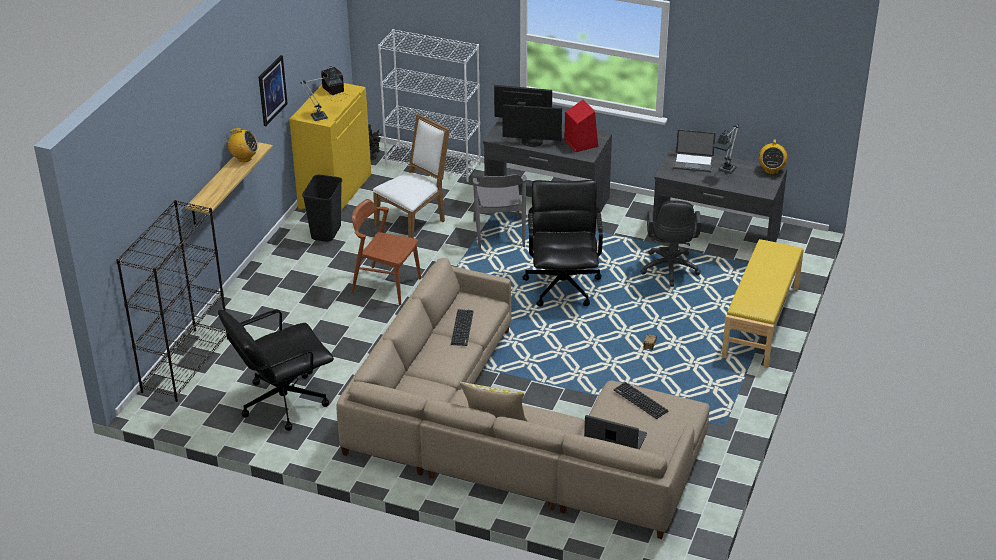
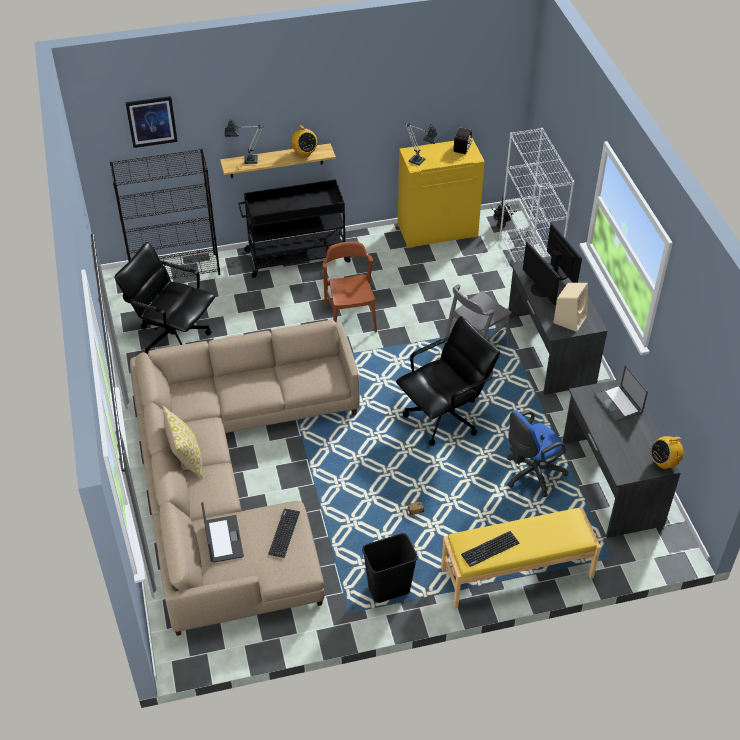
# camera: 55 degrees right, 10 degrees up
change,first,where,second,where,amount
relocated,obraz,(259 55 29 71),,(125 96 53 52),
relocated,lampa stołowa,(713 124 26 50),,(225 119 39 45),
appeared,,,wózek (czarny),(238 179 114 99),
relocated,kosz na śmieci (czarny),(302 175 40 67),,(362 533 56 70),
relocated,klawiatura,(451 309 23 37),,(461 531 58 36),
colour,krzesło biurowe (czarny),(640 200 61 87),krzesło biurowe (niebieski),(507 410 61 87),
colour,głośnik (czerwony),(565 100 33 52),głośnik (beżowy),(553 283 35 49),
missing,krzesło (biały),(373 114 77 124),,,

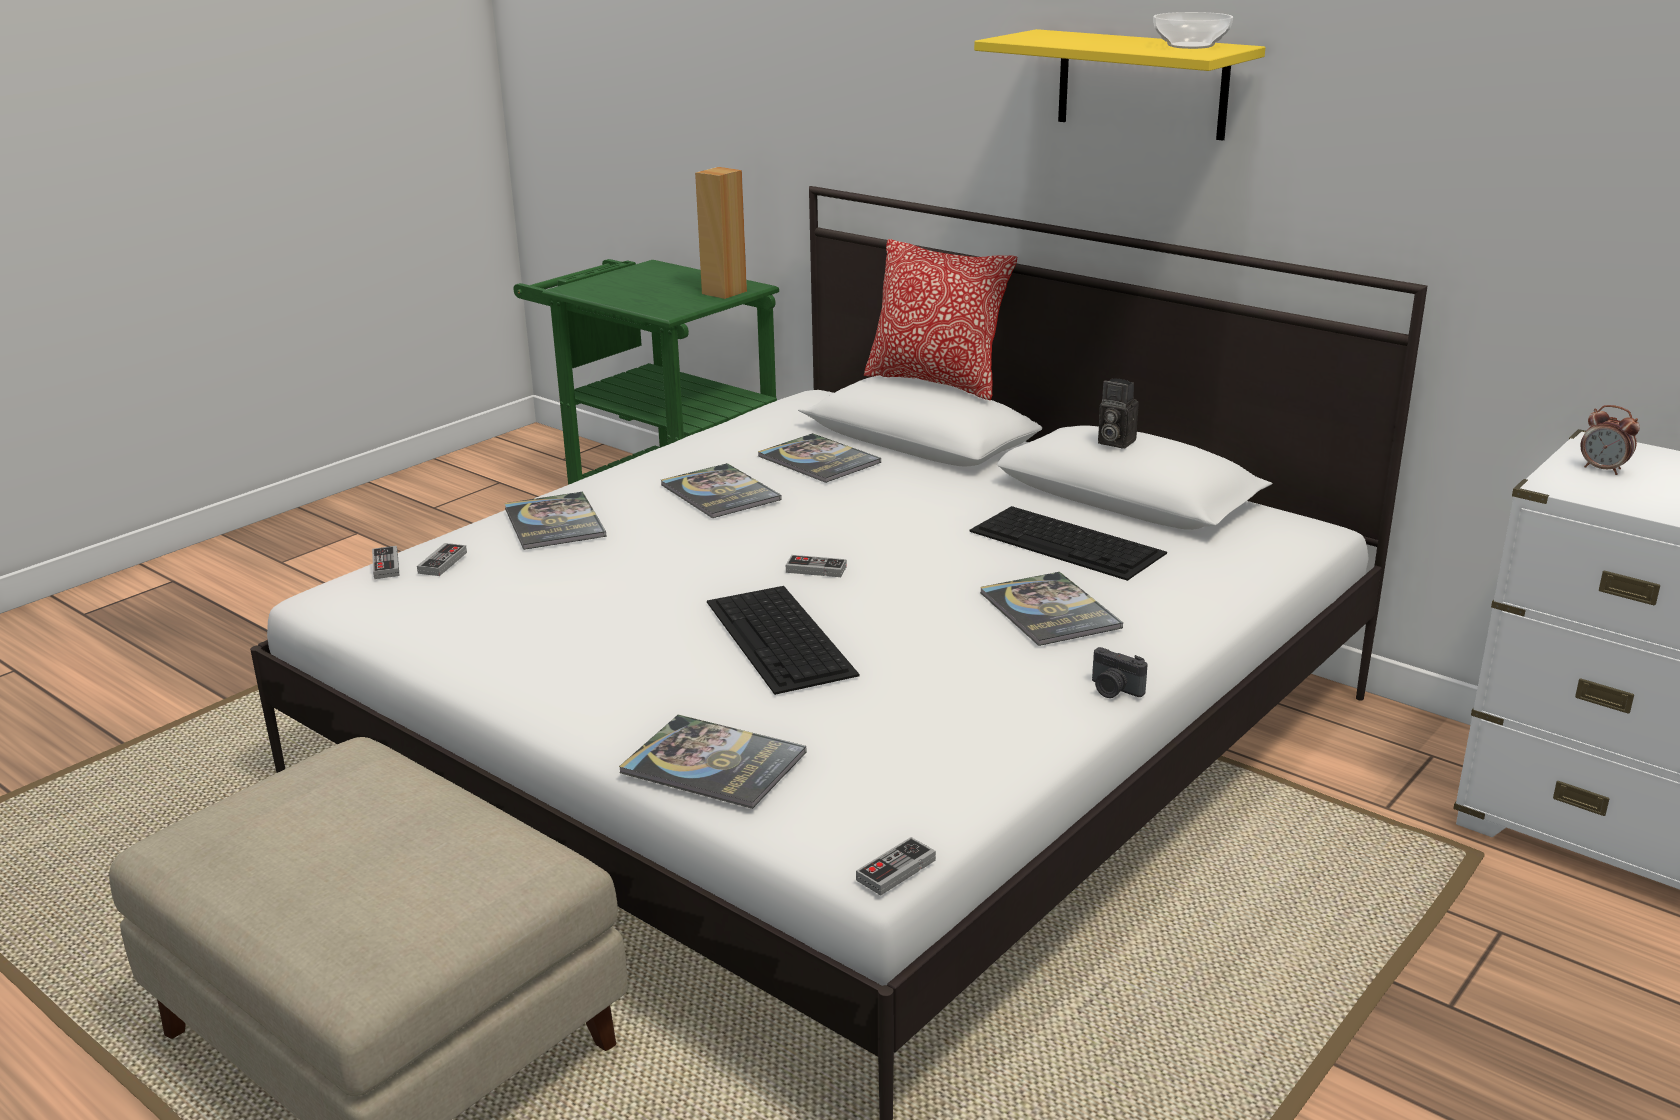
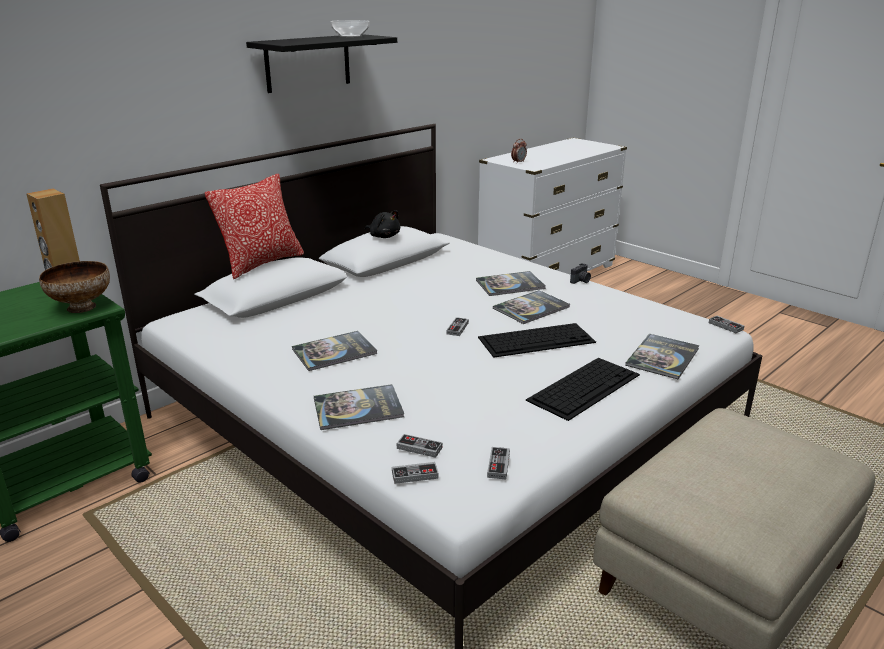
# camera: 85 degrees left, 0 degrees up
change,first,where,second,where,amount
appeared,,,miska,(39 261 71 52),
colour,półka (żółty),(974 29 291 112),półka (czarny),(246 34 151 59),
exchanged,aparat fotograficzny,(1098 379 41 70),pluszak (czarny),(365 210 35 28),
appeared,,,pad do gier,(487 447 23 32),
relocated,książka,(758 433 123 50),,(493 290 77 34),
relocated,klawiatura,(969 506 198 75),,(526 358 114 63),

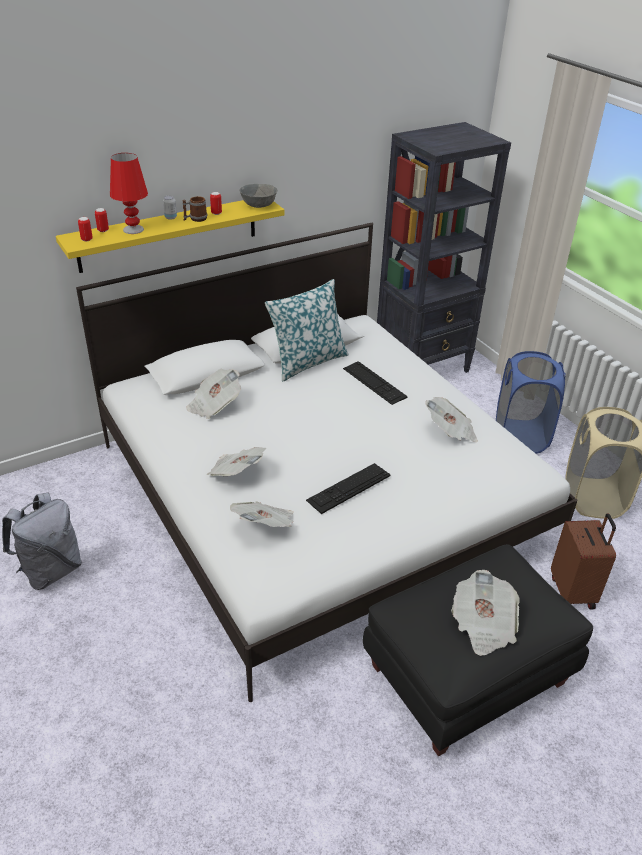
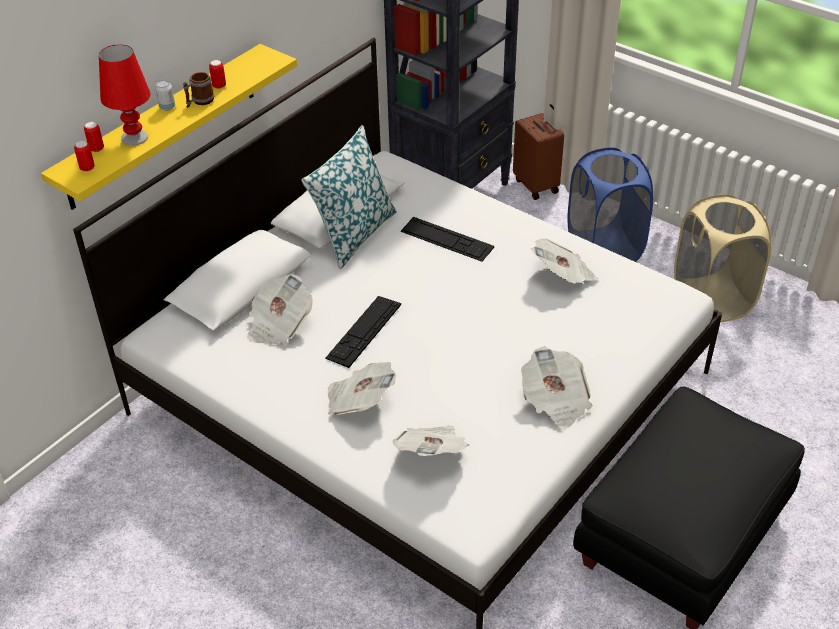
# camera: 20 degrees left, 5 degrees up
change,first,where,second,where,amount
relocated,klawiatura,(306 463 85 51),,(325 296 76 72),
relocated,walizka (brązowy),(551 514 65 96),,(513 104 51 96),
relocated,gazeta,(451 570 69 86),,(521 346 72 84),
missing,plecak (szary),(2 493 80 97),,,
missing,miska (szary),(240 184 37 24),,,

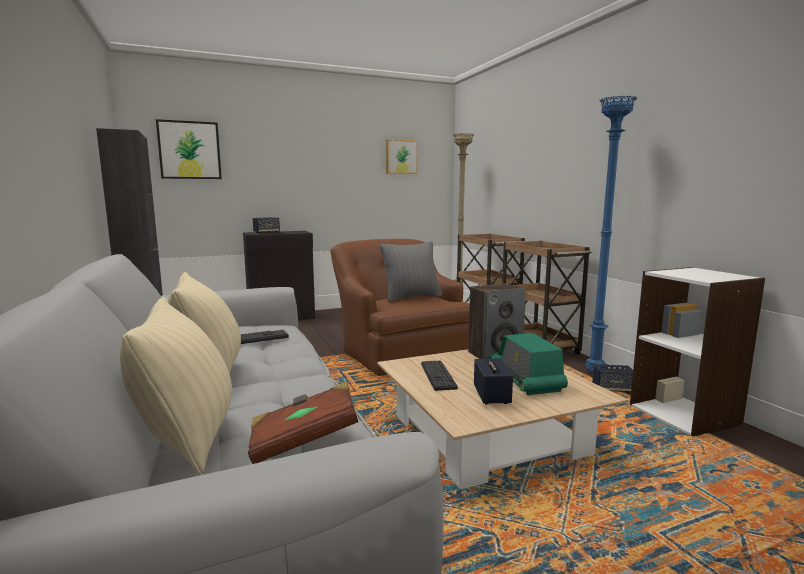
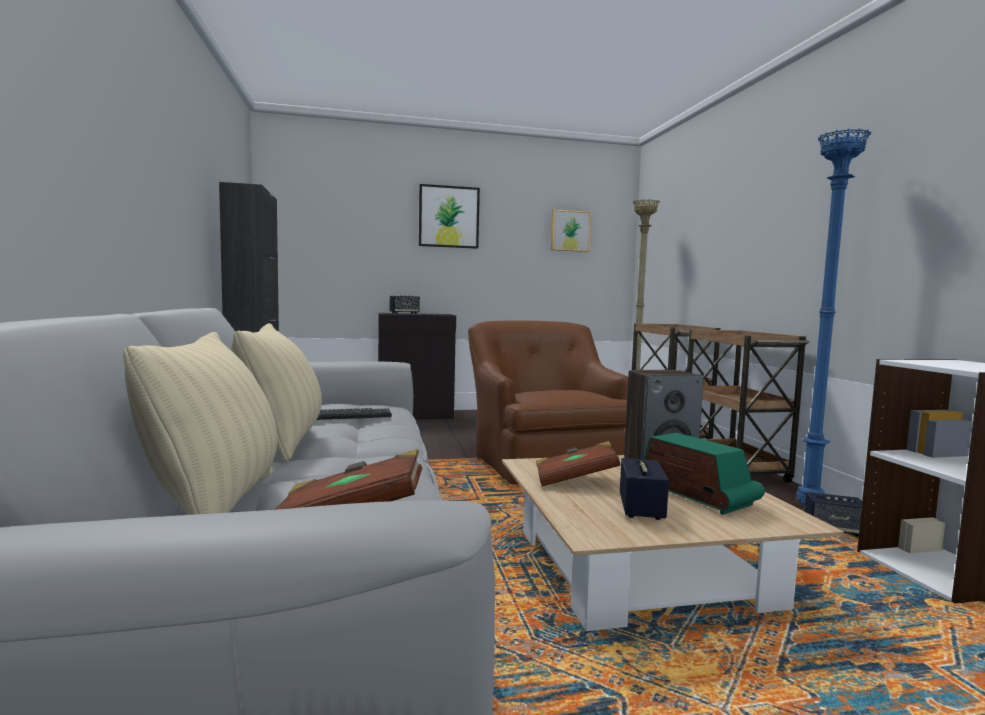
# camera: 10 degrees right, 5 degrees down
change,first,where,second,where,amount
relocated,obraz,(156 119 66 60),,(419 184 61 65),
exchanged,klawiatura,(421 360 37 31),książka (brązowy),(536 441 85 45),
spun,radio,(489 333 79 62),,(644 433 121 82),150 degrees clockwise
missing,poduszka (szary),(380 241 62 61),,,

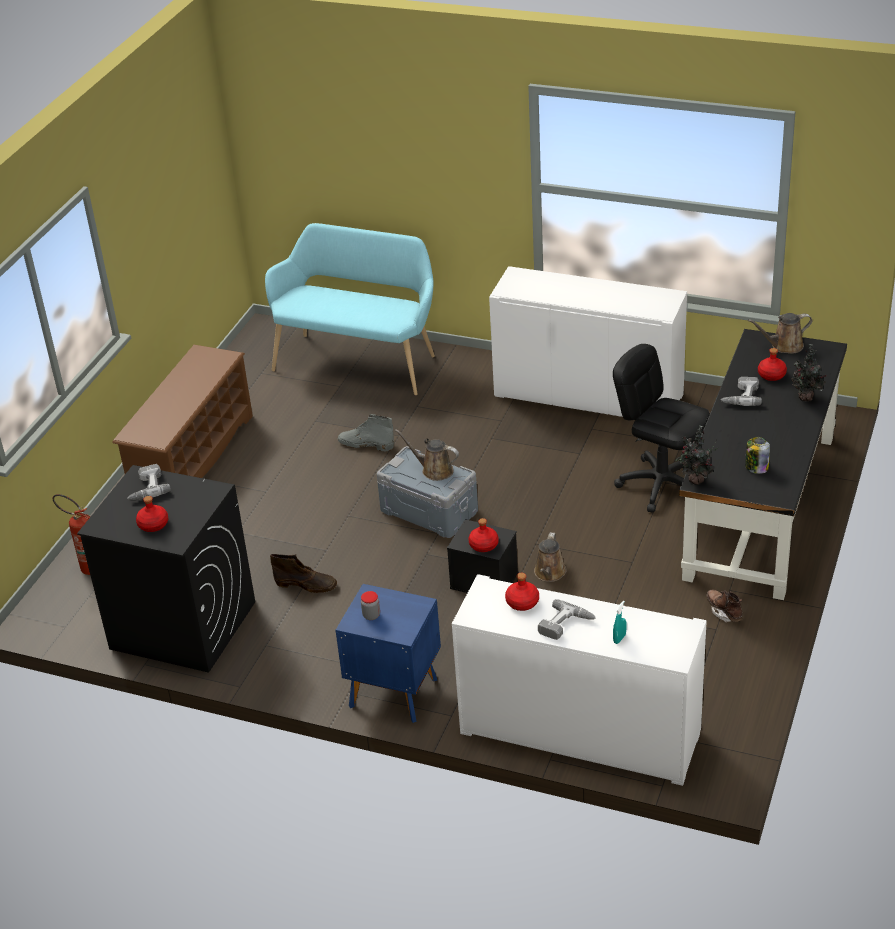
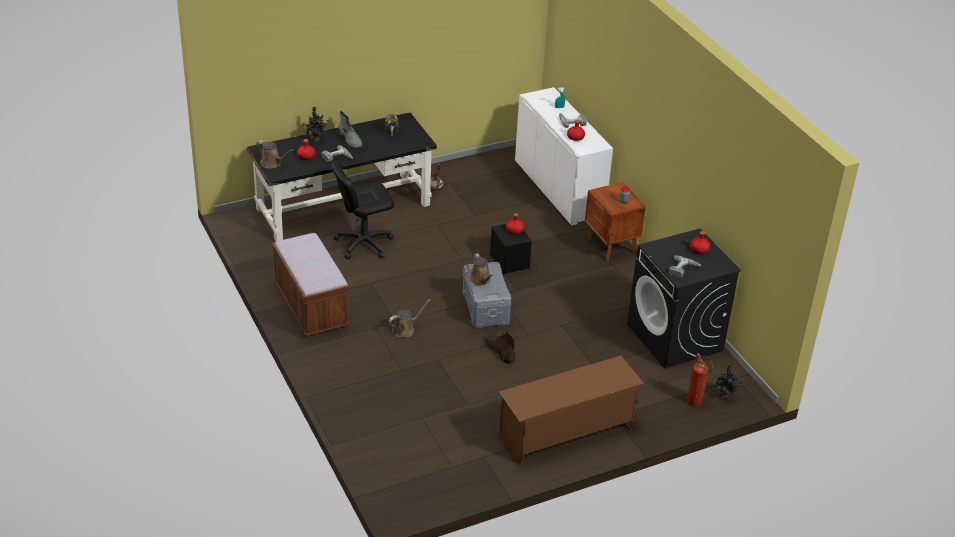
# camera: 140 degrees left, 0 degrees up
change,first,where,second,where,amount
exchanged,szafka (biały),(489 266 198 151),ławka (brązowy),(272 233 77 104),
spun,krzesło biurowe (czarny),(613 344 97 169),,(331 161 63 98),75 degrees clockwise
relocated,but z cholewką (szary),(338 414 56 37),,(339 111 23 37),
relocated,konewka (brązowy),(534 532 33 50),,(389 299 41 38),
relocated,but z cholewką (brązowy),(270 554 67 39),,(485 332 30 32),
colour,szafka nocna (niebieski),(335 584 106 139),szafka nocna (brązowy),(585 182 61 81),
relocated,roślina doniczkowa,(675 425 42 60),,(714 363 30 37),
missing,ławka (turkusowy),(265 223 170 172),,,

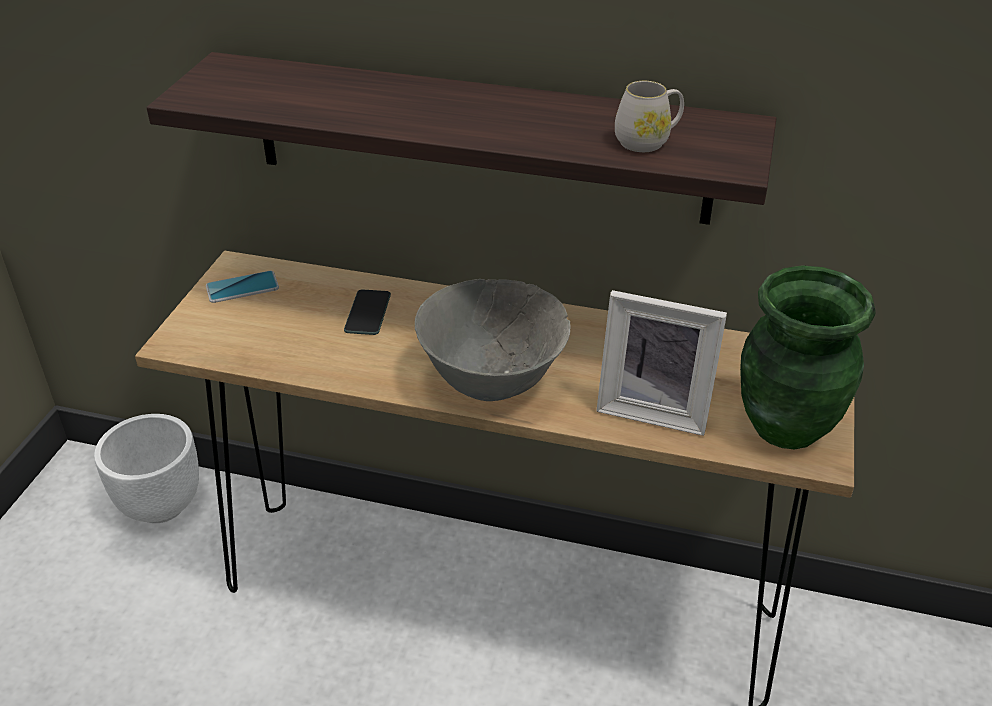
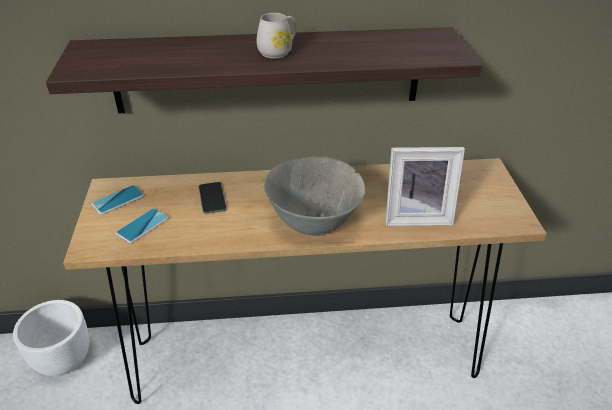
# camera: 20 degrees left, 0 degrees up
change,first,where,second,where,amount
appeared,,,telefon,(116 208 53 35),
relocated,kubek (biały),(615 81 69 71),,(257 13 39 45),
missing,wazon (zielony),(740 265 136 184),,,

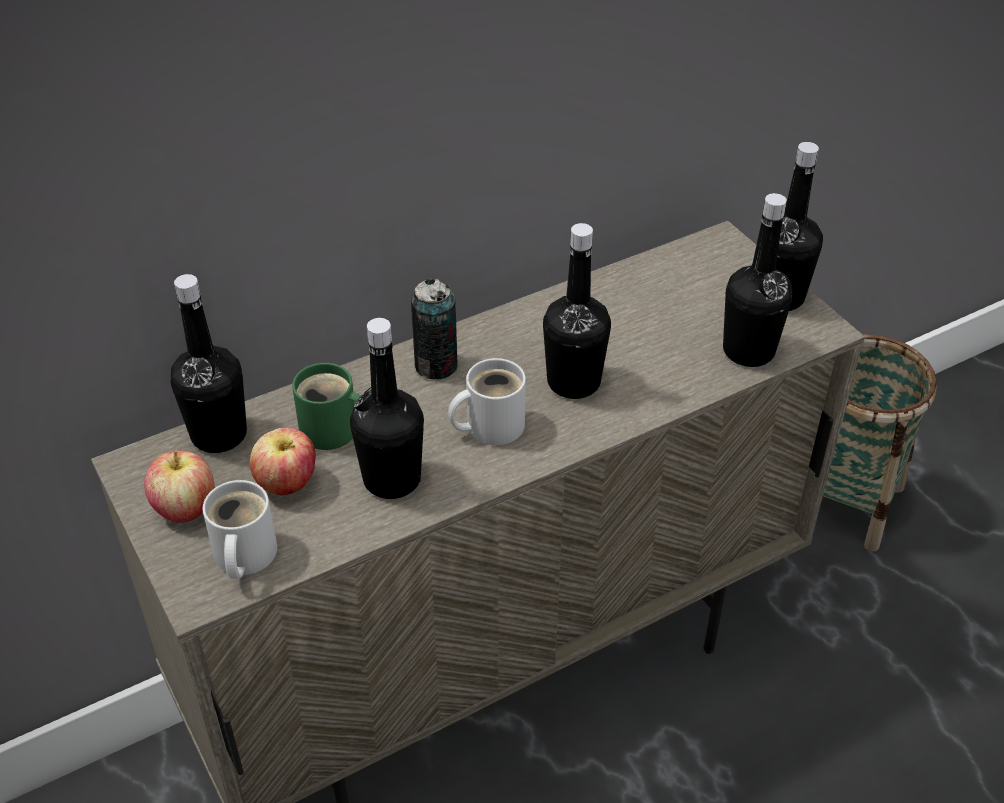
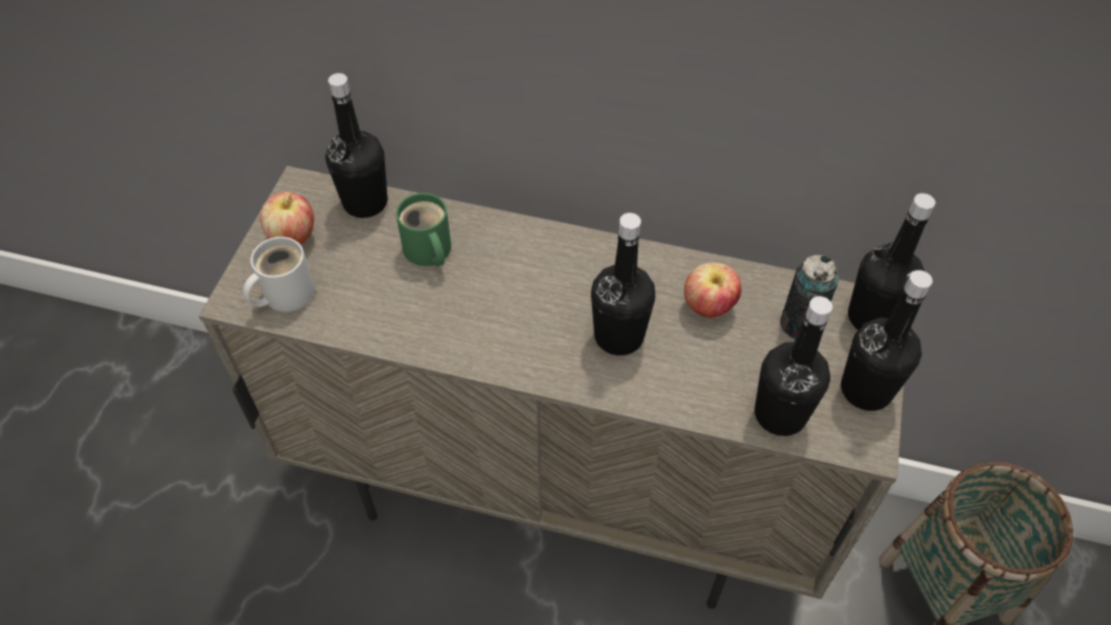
# camera: 45 degrees right, 10 degrees up
change,first,where,second,where,amount
relocated,jabłko,(250 428 66 67),,(684 262 58 55),
relocated,puszka,(411 279 47 101),,(780 255 59 84),
relocated,butelka (czarny),(350 318 74 181),,(848 193 87 137),
missing,kubek (biały),(448 358 78 87),,,

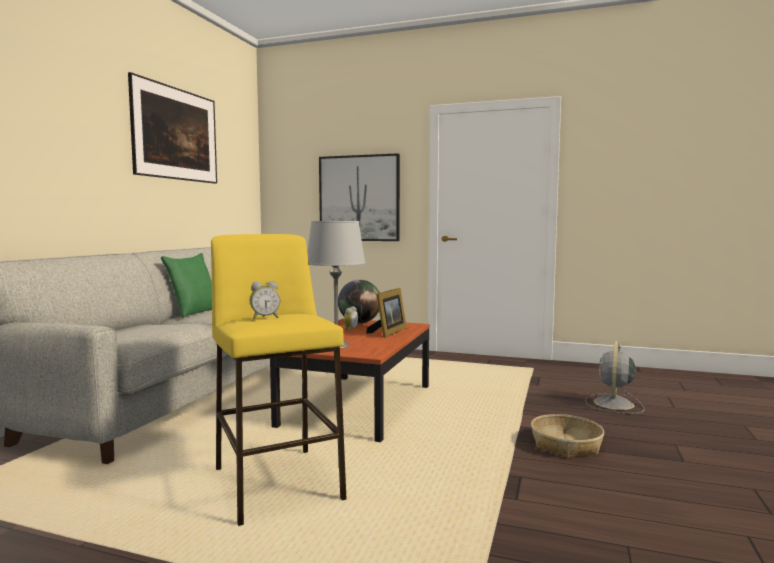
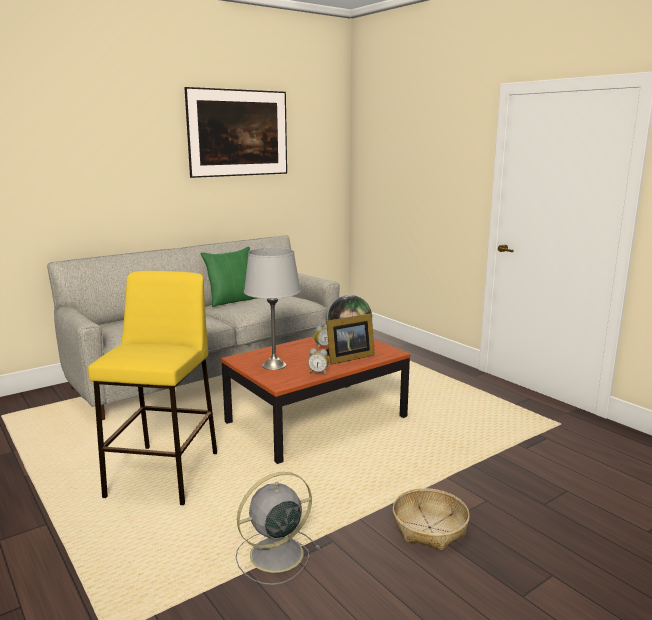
# camera: 35 degrees right, 10 degrees up
change,first,where,second,where,amount
relocated,wentylator (szary),(585 341 59 73),,(236 472 84 113),
relocated,budzik,(250 281 30 38),,(308 348 21 27),
missing,obraz,(319 153 81 88),,,

